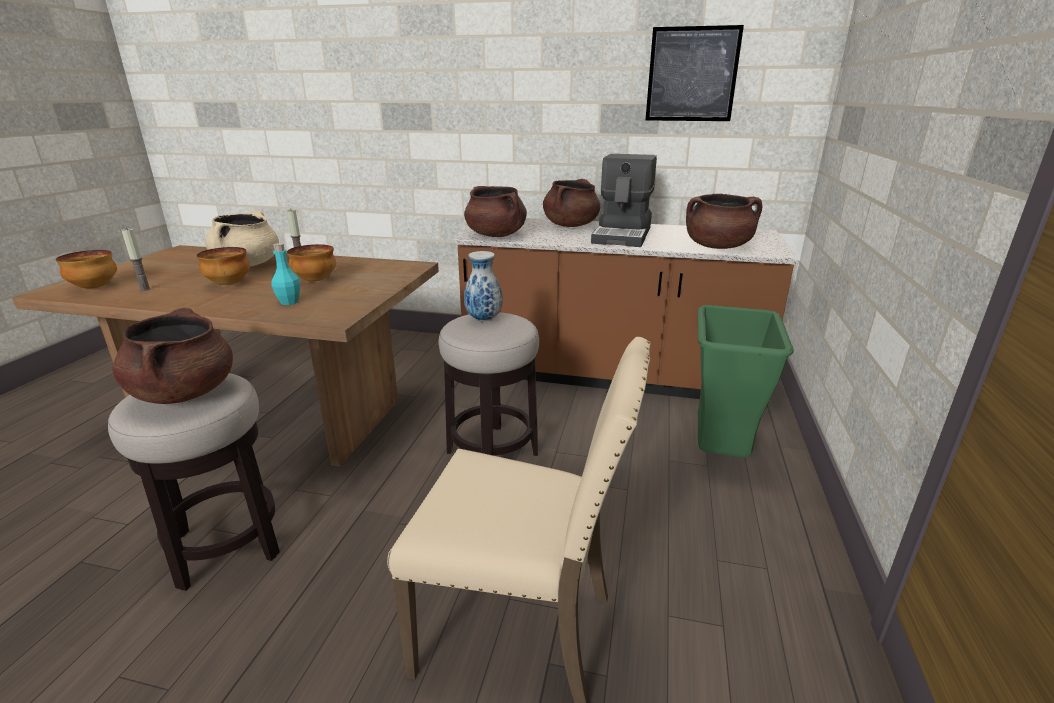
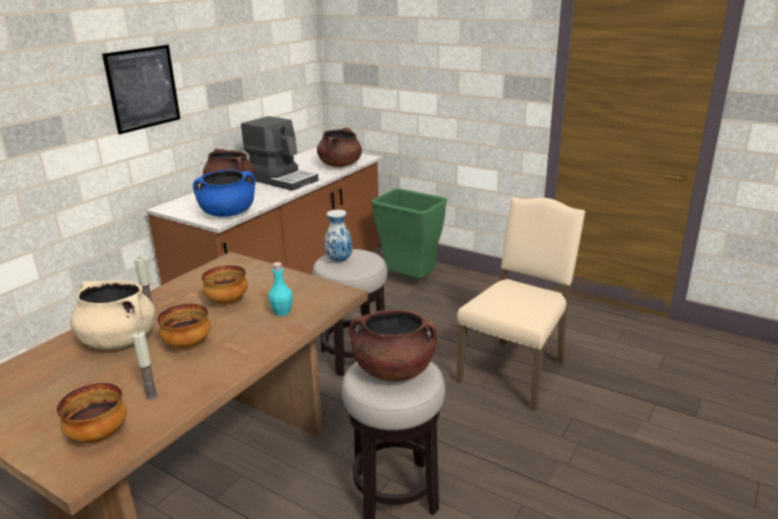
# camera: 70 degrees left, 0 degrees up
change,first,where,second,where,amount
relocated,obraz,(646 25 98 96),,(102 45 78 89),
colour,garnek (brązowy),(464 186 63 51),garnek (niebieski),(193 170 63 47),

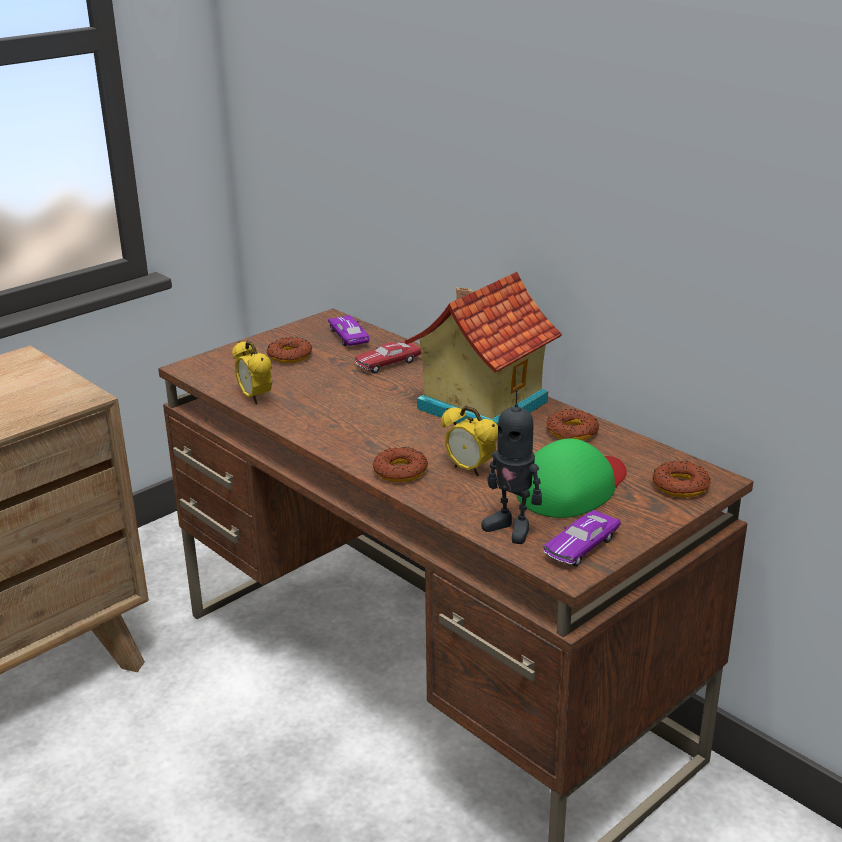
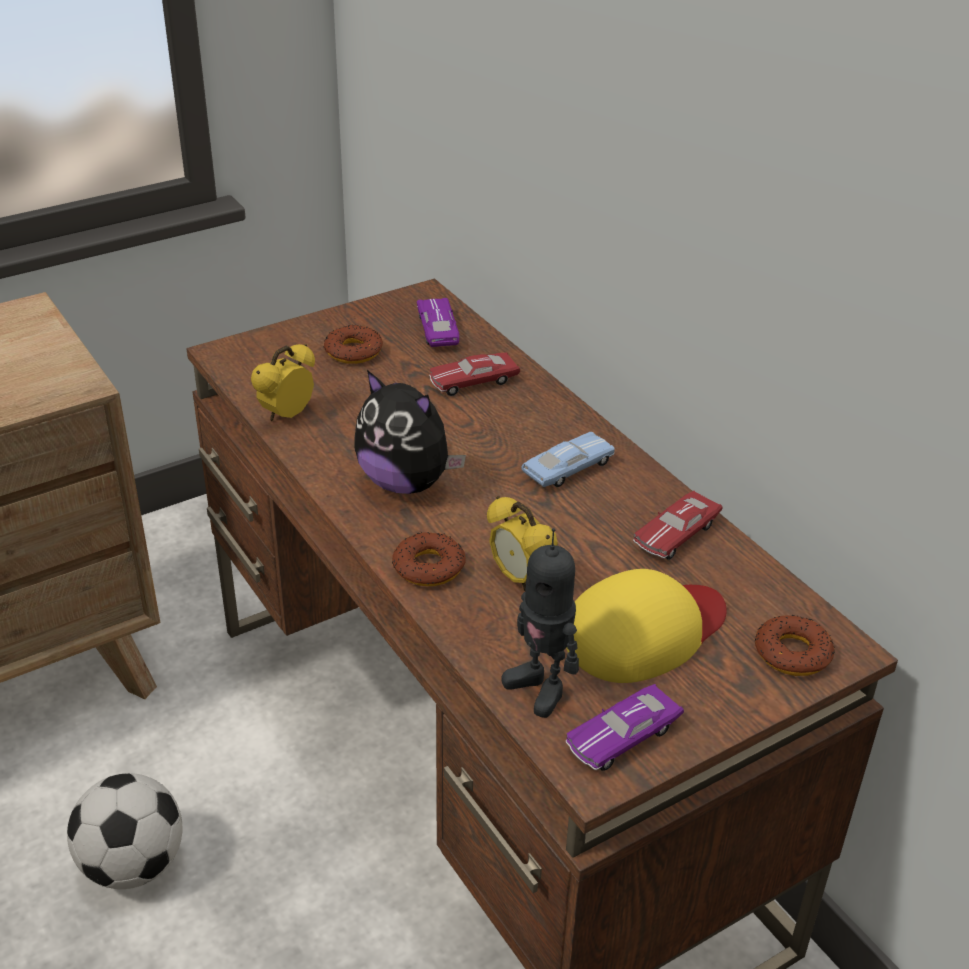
# camera: 10 degrees right, 10 degrees up
change,first,where,second,where,amount
appeared,,,piłka futbolowa,(67 773 116 116),
spun,budzik,(232 340 40 64),,(251 344 64 77),60 degrees clockwise
appeared,,,pluszak,(354 370 112 124),
exchanged,domek,(405 272 157 153),samochodzik (niebieski),(521 432 94 55),
colour,czapka z daszkiem (zielony),(517 438 109 80),czapka z daszkiem (żółty),(566 569 161 114),
exchanged,donut,(546 409 53 31),samochodzik (czerwony),(633 491 89 69),

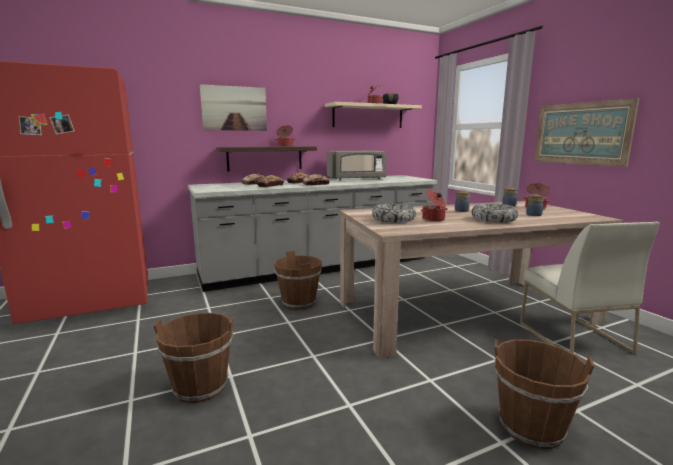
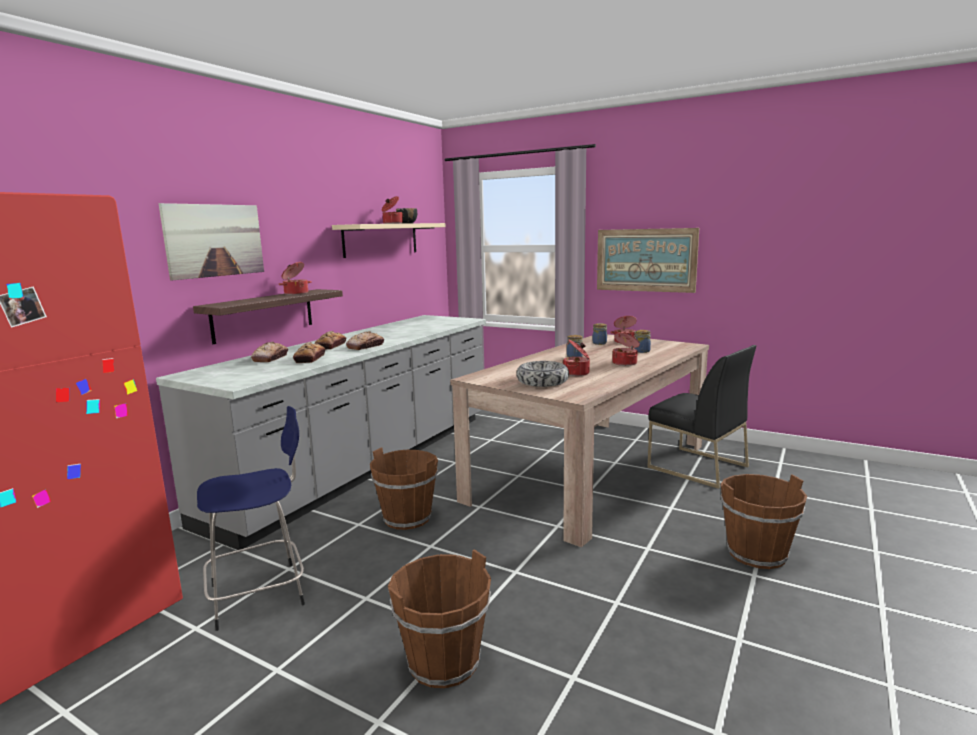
# camera: 35 degrees left, 0 degrees up
change,first,where,second,where,amount
appeared,,,stołek (niebieski),(197 406 108 225),
exchanged,miska,(472 203 46 20),garnek,(612 332 28 34),
colour,krzesło (biały),(520 222 140 133),krzesło (czarny),(648 345 109 144),
missing,mikrofalówka (szary),(327 151 60 29),,,

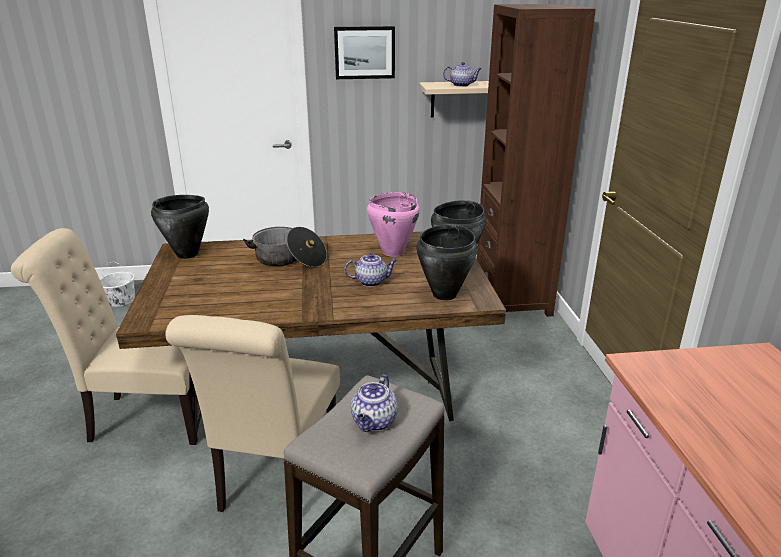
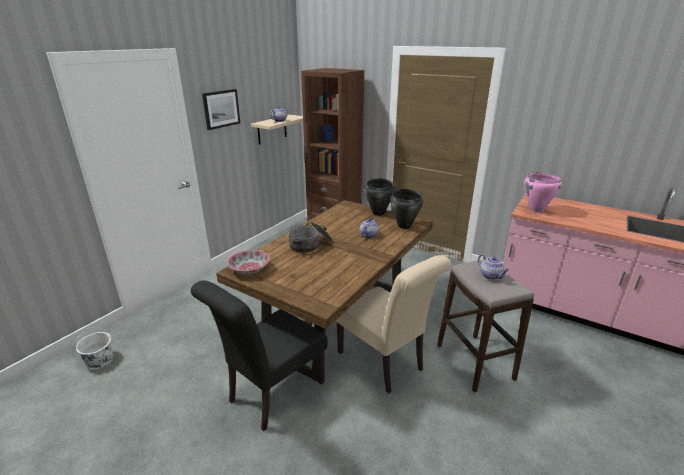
# camera: 50 degrees left, 0 degrees up
change,first,where,second,where,amount
colour,krzesło (beżowy),(11 228 187 217),krzesło (czarny),(191 280 137 151),
exchanged,garnek (czarny),(151 195 58 64),miska,(227 250 43 24),
relocated,garnek (różowy),(367 192 53 65),,(524 172 38 41),

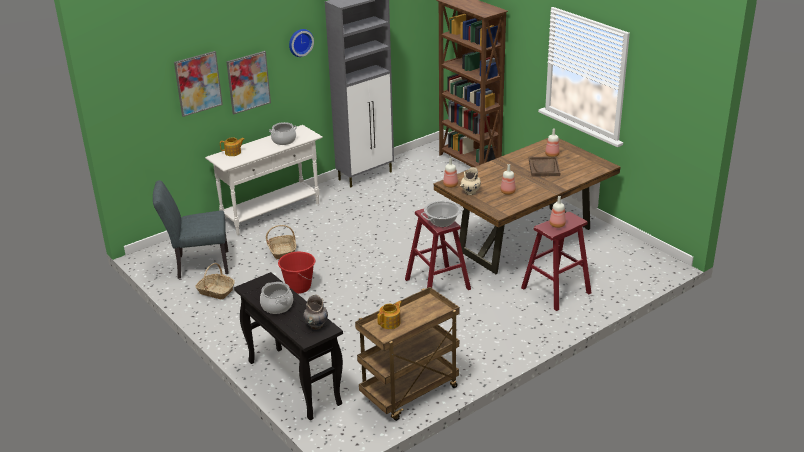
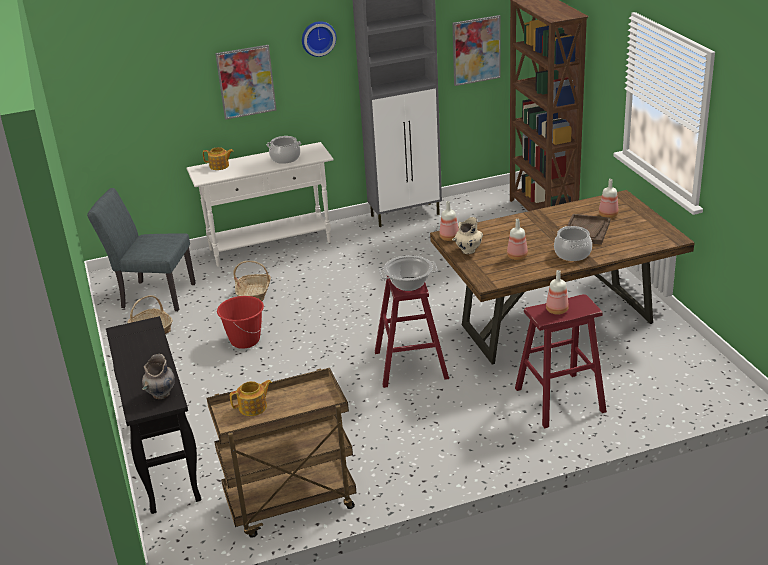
# camera: 20 degrees right, 0 degrees up
change,first,where,second,where,amount
relocated,obraz,(174 51 49 66),,(452 15 49 71),
relocated,garnek,(260 282 33 32),,(554 226 38 35),

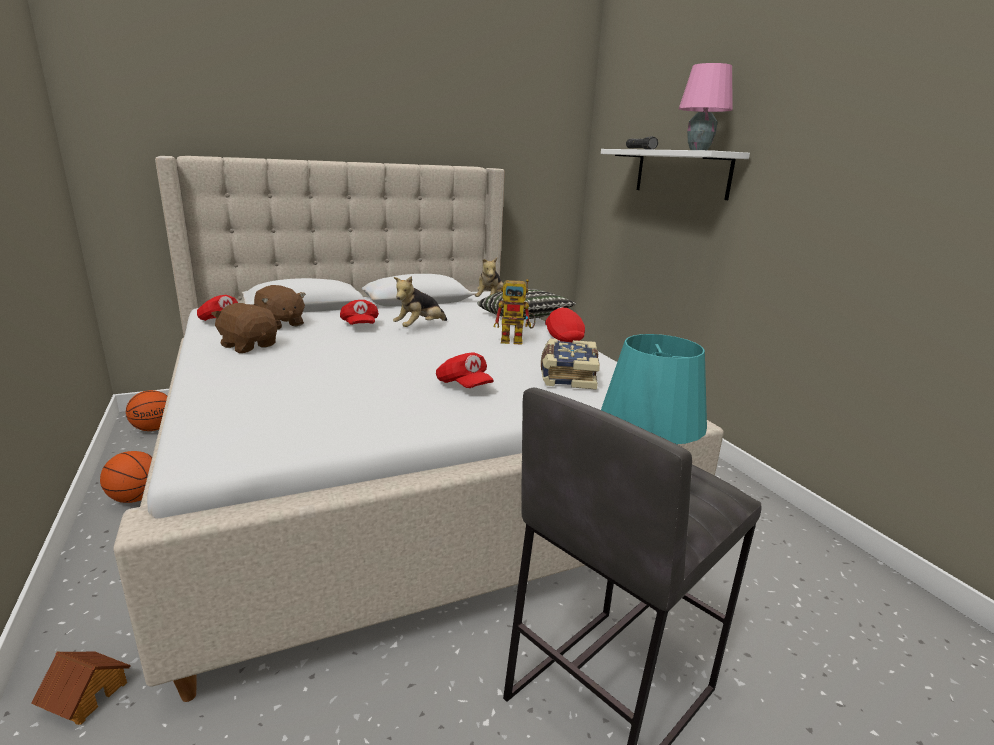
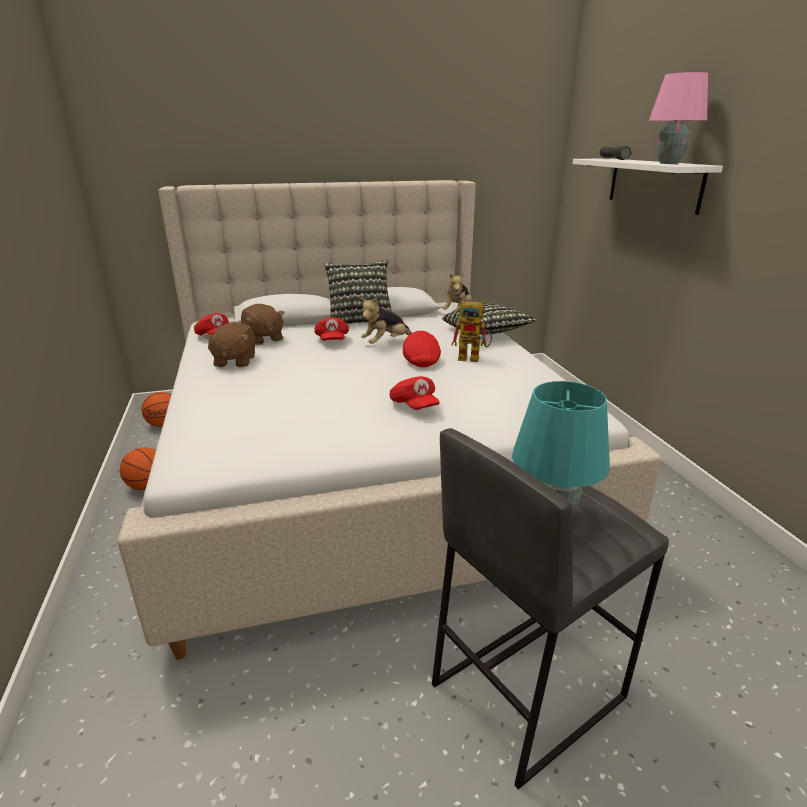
# camera: 10 degrees right, 5 degrees up
change,first,where,second,where,amount
spun,pluszak (brązowy),(211 303 66 50),,(204 322 52 45),135 degrees counterclockwise
appeared,,,poduszka,(324 260 68 64),
relocated,czapka z daszkiem (czerwony),(545 307 40 35),,(403 330 38 37),
missing,domek,(31 652 100 73),,,
missing,książka,(541 338 59 52),,,

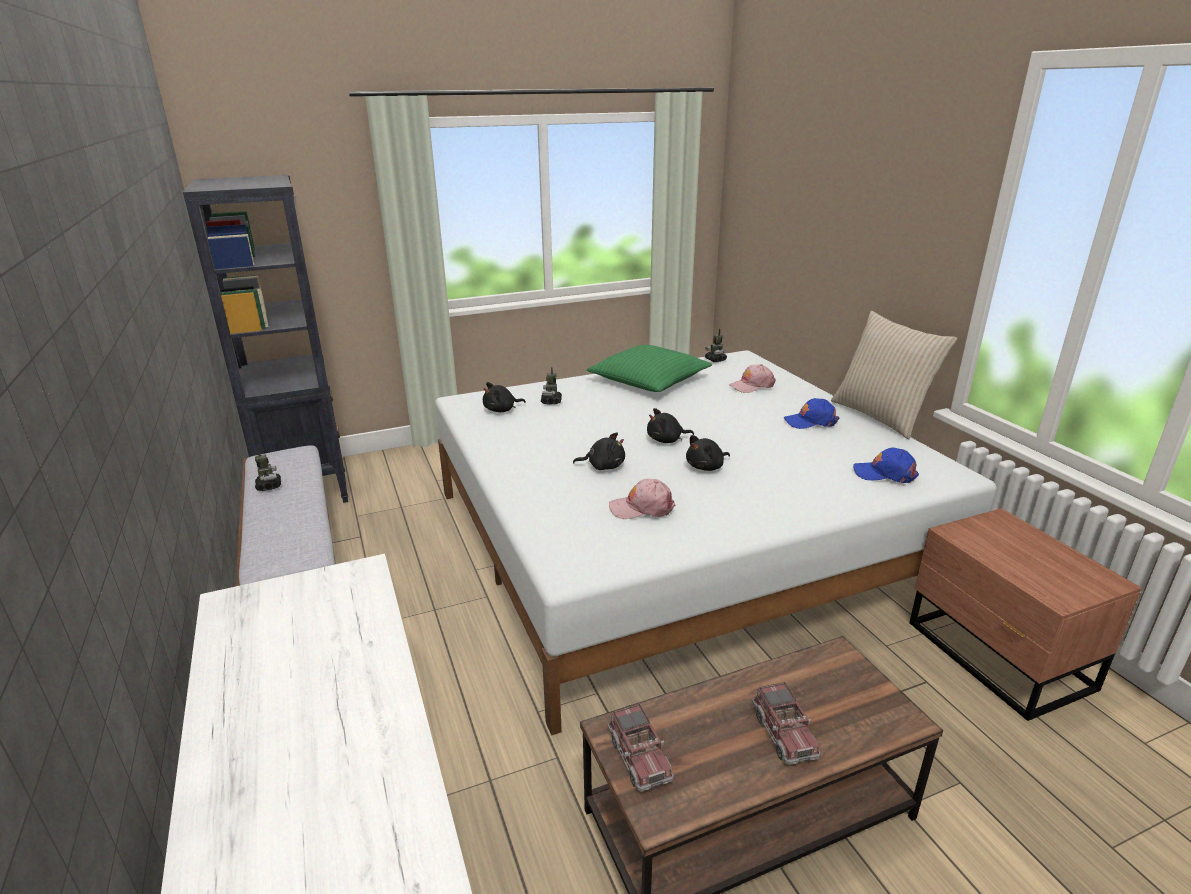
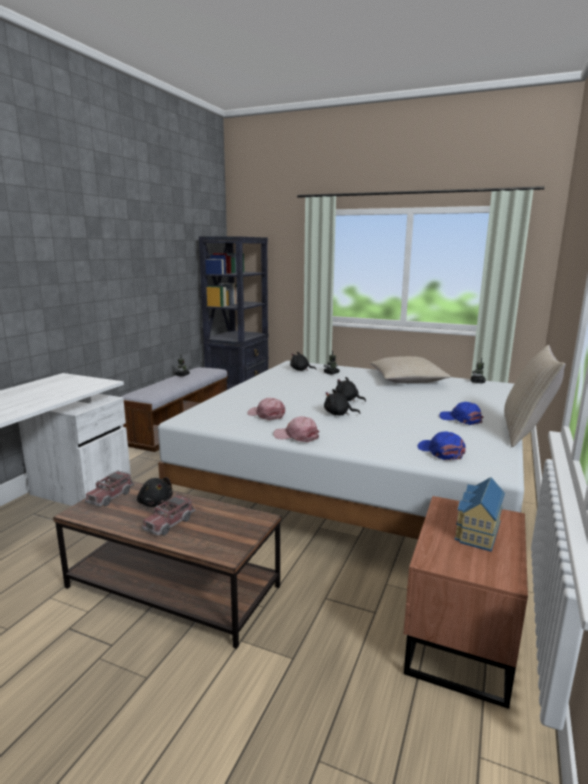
# camera: 45 degrees right, 10 degrees down
change,first,where,second,where,amount
relocated,pluszak (czarny),(573 432 52 38),,(137 477 36 30),
relocated,czapka z daszkiem (różowy),(729 364 47 29),,(273 416 47 26),
colour,poduszka (zielony),(586 345 126 47),poduszka (beżowy),(370 356 81 27),
appeared,,,domek,(455 477 50 75),

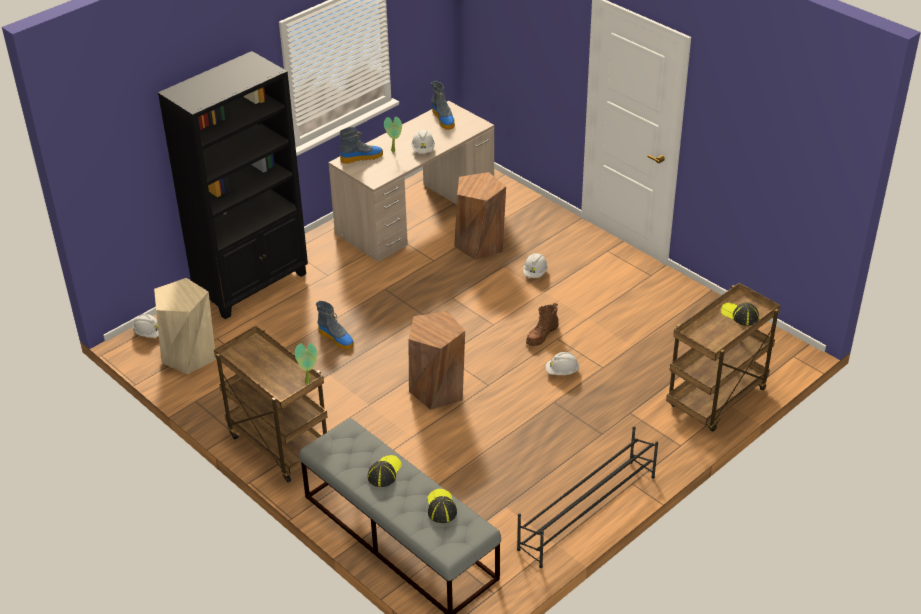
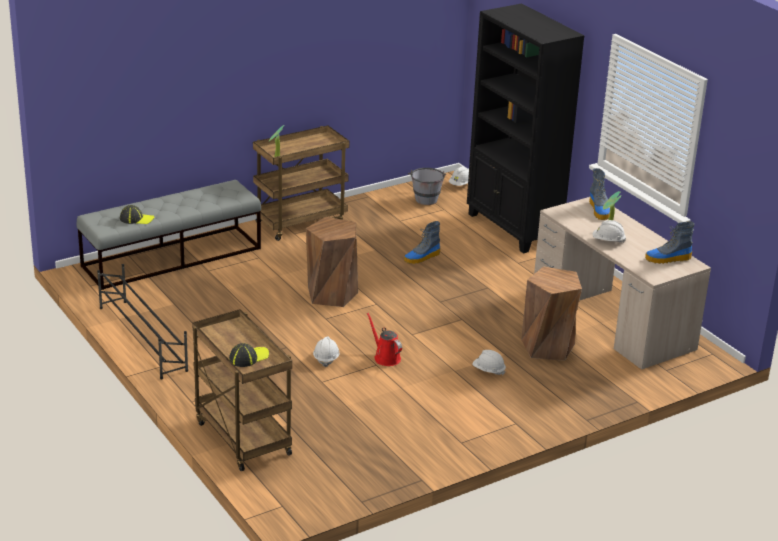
# camera: 100 degrees right, 10 degrees down
change,first,where,second,where,amount
exchanged,but z cholewką (brązowy),(526 303 33 43),konewka (czerwony),(367 312 35 54),
exchanged,stołek (beżowy),(154 278 62 96),wiadro (szary),(408 168 38 37),
missing,czapka z daszkiem,(368 455 34 32),,,

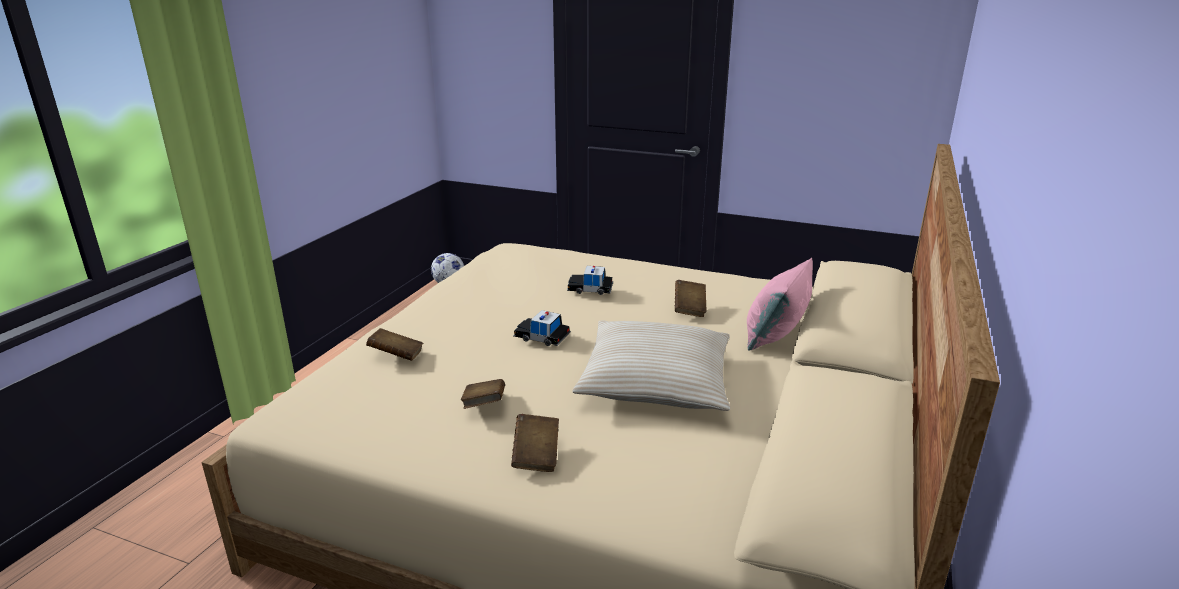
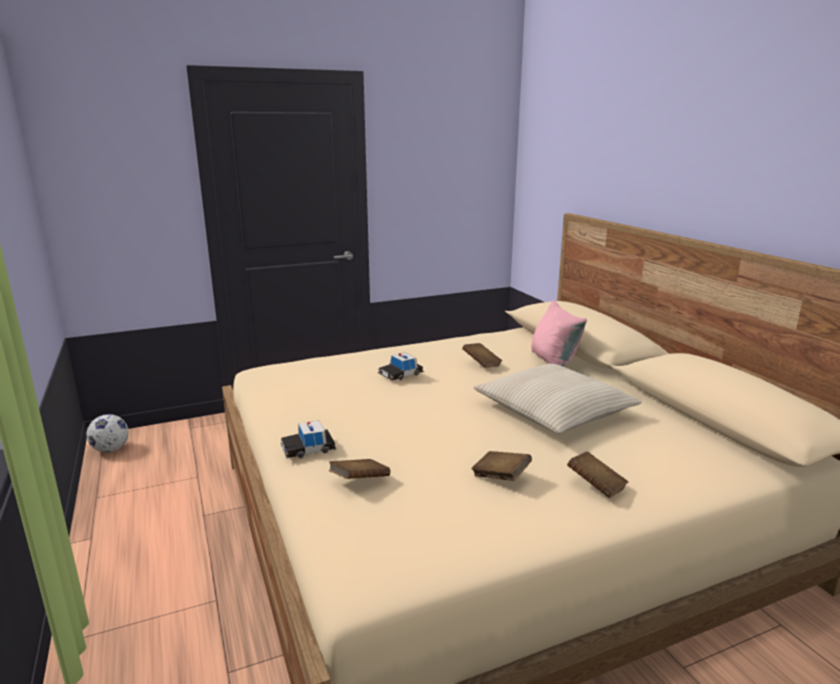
# camera: 45 degrees left, 5 degrees down
change,first,where,second,where,amount
relocated,samochodzik,(513 310 58 36),,(281 421 55 37),

